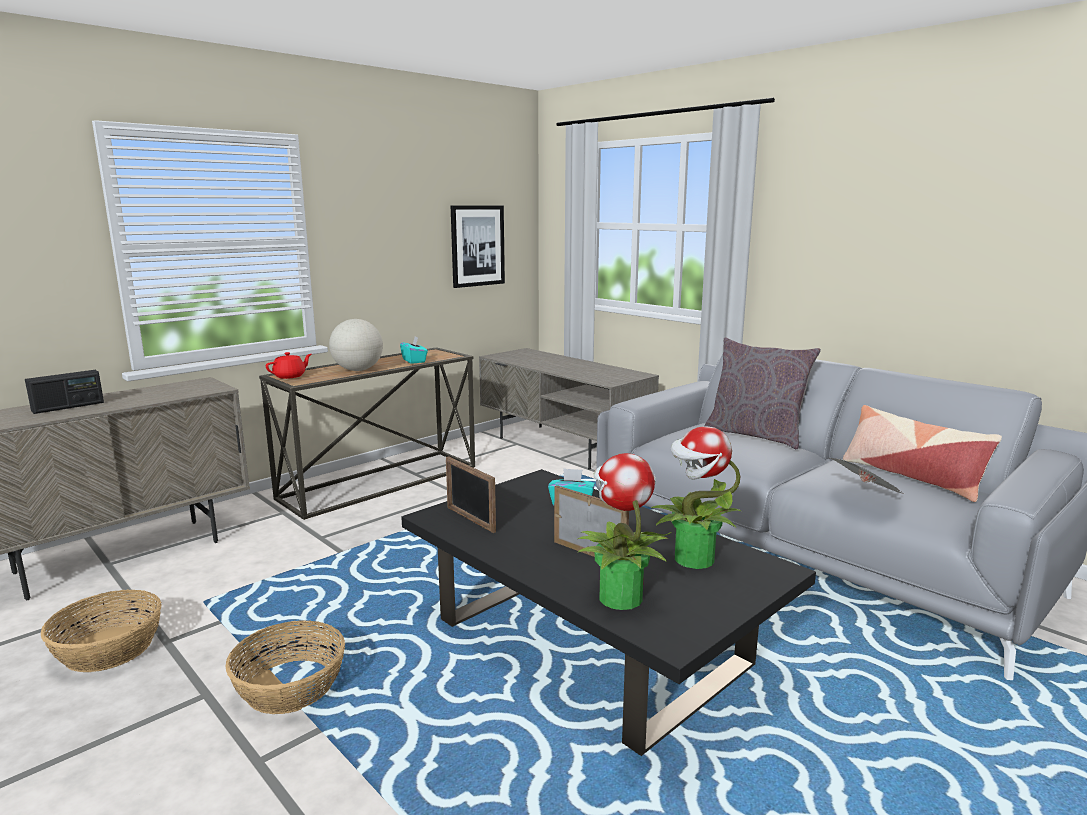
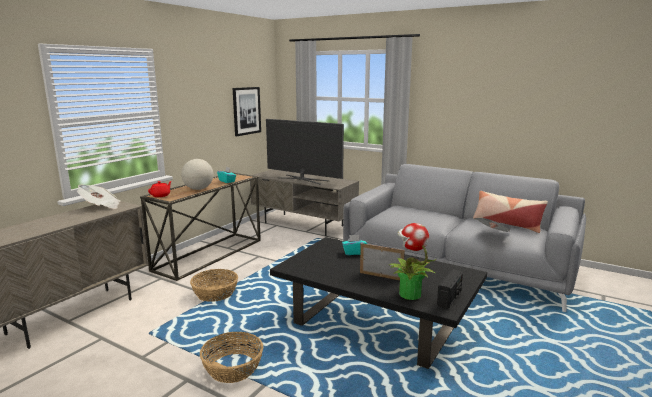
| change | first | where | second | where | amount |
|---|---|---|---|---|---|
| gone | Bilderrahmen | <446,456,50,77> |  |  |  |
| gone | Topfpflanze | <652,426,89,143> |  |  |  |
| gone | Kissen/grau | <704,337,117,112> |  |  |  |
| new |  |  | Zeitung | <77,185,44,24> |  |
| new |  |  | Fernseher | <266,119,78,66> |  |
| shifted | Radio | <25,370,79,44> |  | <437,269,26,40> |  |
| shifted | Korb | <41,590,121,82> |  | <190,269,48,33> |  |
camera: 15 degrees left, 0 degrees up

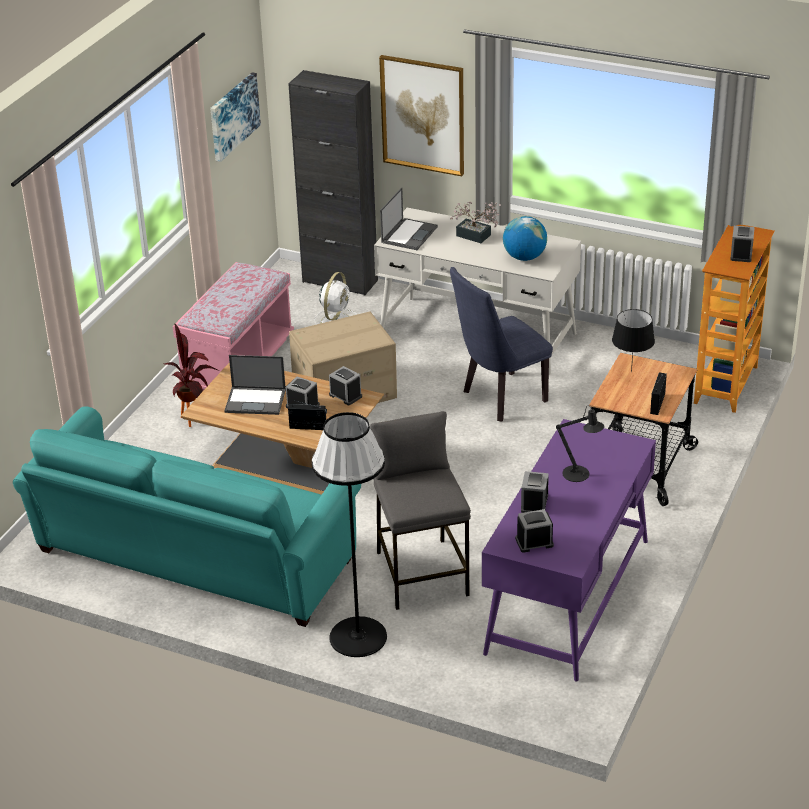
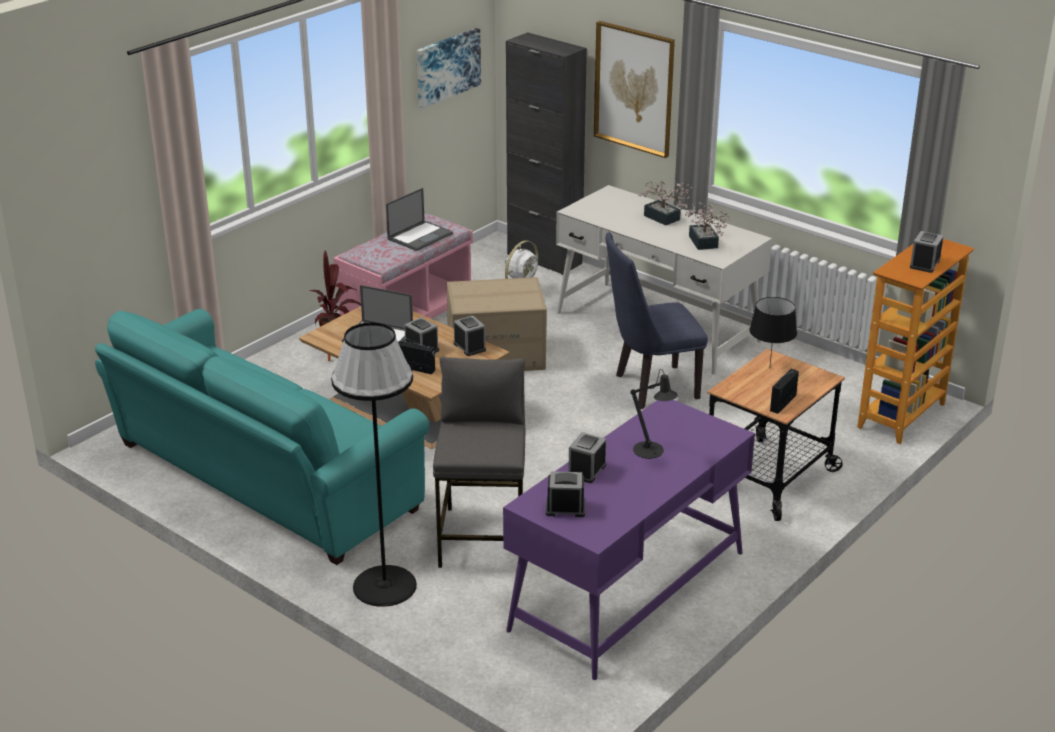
| change | first | where | second | where | amount |
|---|---|---|---|---|---|
| shifted | Laptop | <380,187,58,63> |  | <386,188,67,63> |  |
| swapped | Globus | <503,216,44,45> | Topfpflanze | <685,202,45,48> |  |
camera: 15 degrees right, 5 degrees down

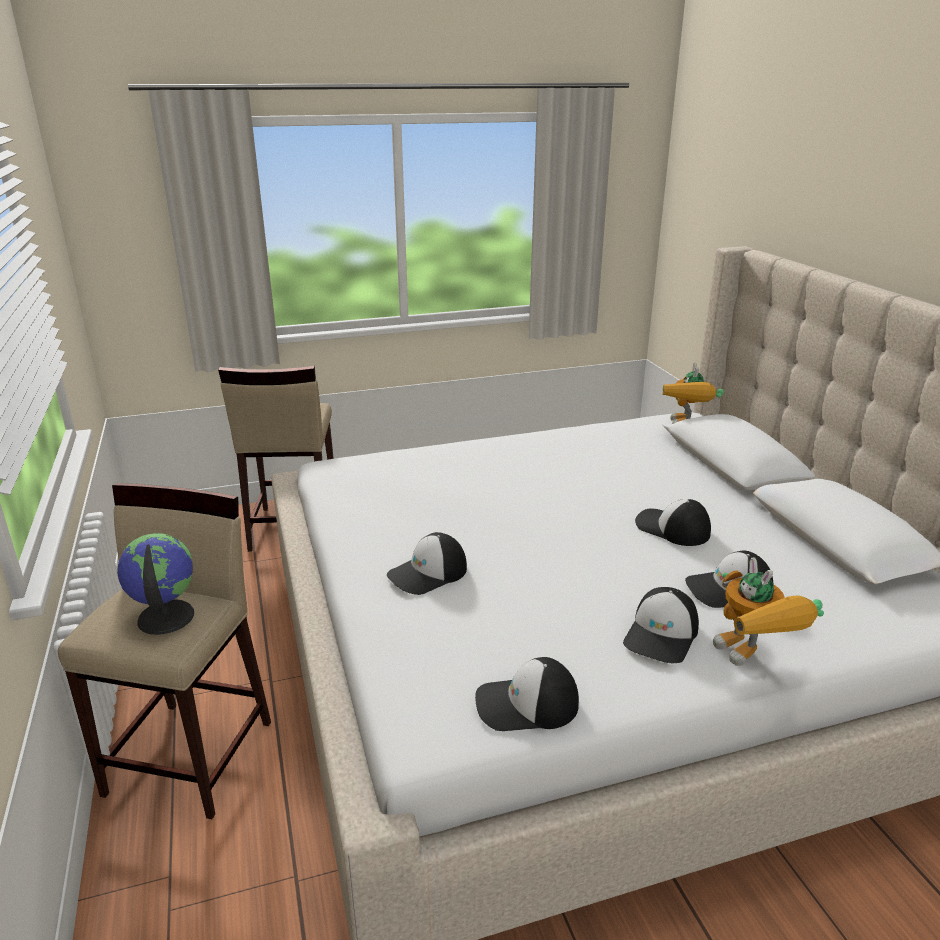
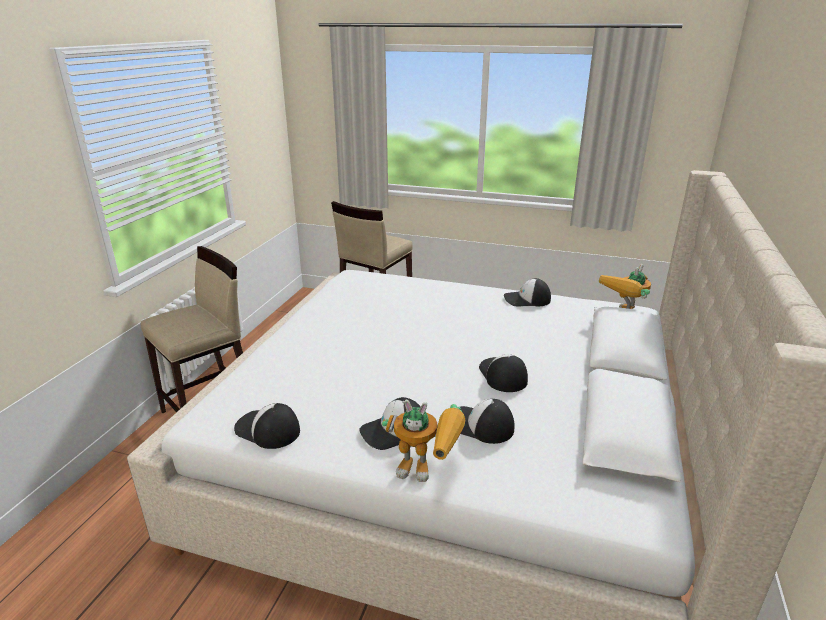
| change | first | where | second | where | amount |
|---|---|---|---|---|---|
| gone | Globus | <117,533,77,102> |  |  |  |
| shifted | Kappe | <387,532,80,63> |  | <504,278,47,28> |  |
| rotated | Spielzeugroboter | <713,557,111,109> |  | <382,400,83,82> | 90 degrees counterclockwise |
camera: 35 degrees right, 0 degrees up

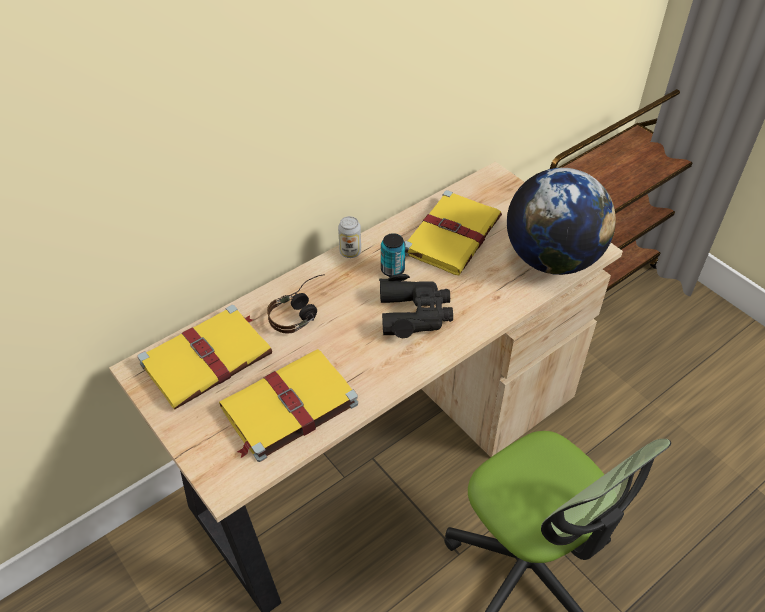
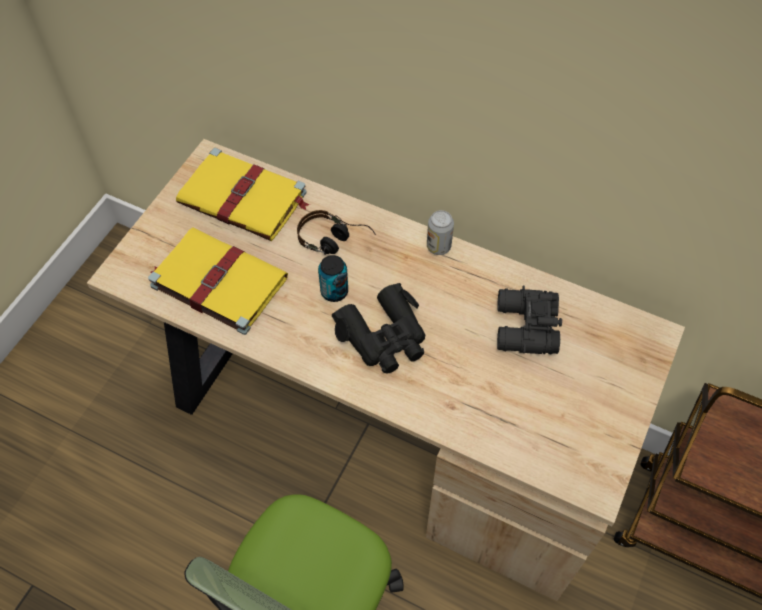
| change | first | where | second | where | amount |
|---|---|---|---|---|---|
| gone | Globus | <507,168,109,107> |  |  |  |
| shifted | Dose | <381,233,25,44> |  | <318,255,30,47> |  |
| swapped | Buch/gelb | <405,190,97,85> | Fernglas/schwarz | <497,286,65,68> |  |
camera: 65 degrees right, 10 degrees up

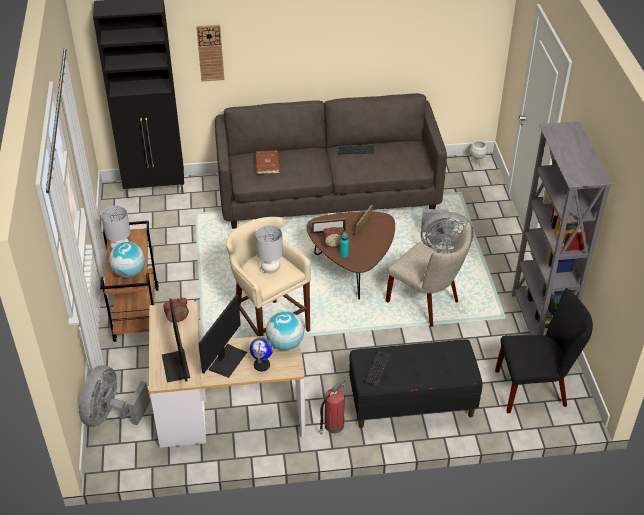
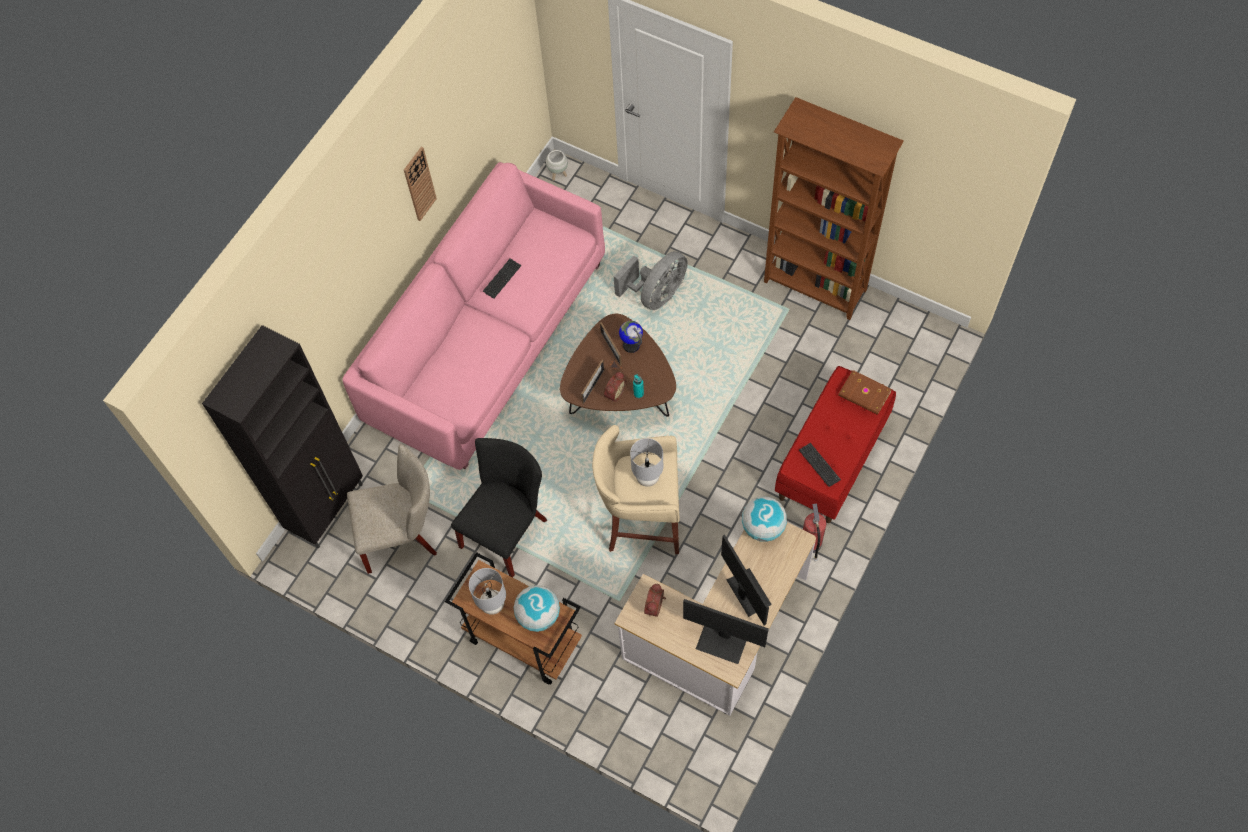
| change | first | where | second | where | amount |
|---|---|---|---|---|---|
| gone | Ventilator/grau | <79,365,71,62> |  |  |  |
| shifted | Wanduhr | <196,25,28,57> |  | <404,146,33,75> |  |
| shifted | Globus | <250,337,23,34> |  | <619,321,24,32> |  |
| shifted | Buch/braun | <255,150,25,24> |  | <838,370,54,45> |  |
| shifted | Stuhl/beige | <386,222,85,105> |  | <347,444,90,130> |  |
| shifted | Stuhl/schwarz | <495,288,98,125> |  | <451,438,96,139> |  |
| repainted | Sofa/grau | <215,93,232,136> | Sofa/rosa | <343,162,262,308> |  |
| repainted | Bank/schwarz | <349,340,133,88> | Bank/rot | <775,366,121,157> |  |
| repainted | Bücherregal/grau | <512,121,101,214> | Bücherregal/braun | <764,97,140,223> |  |
camera: 50 degrees left, 20 degrees up

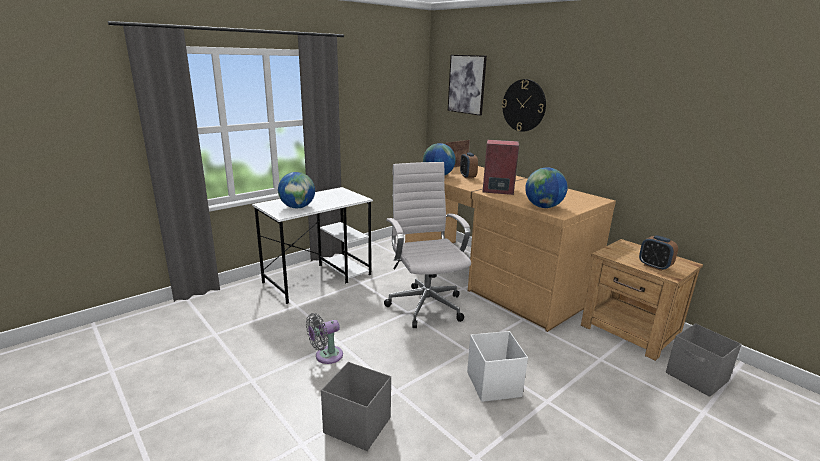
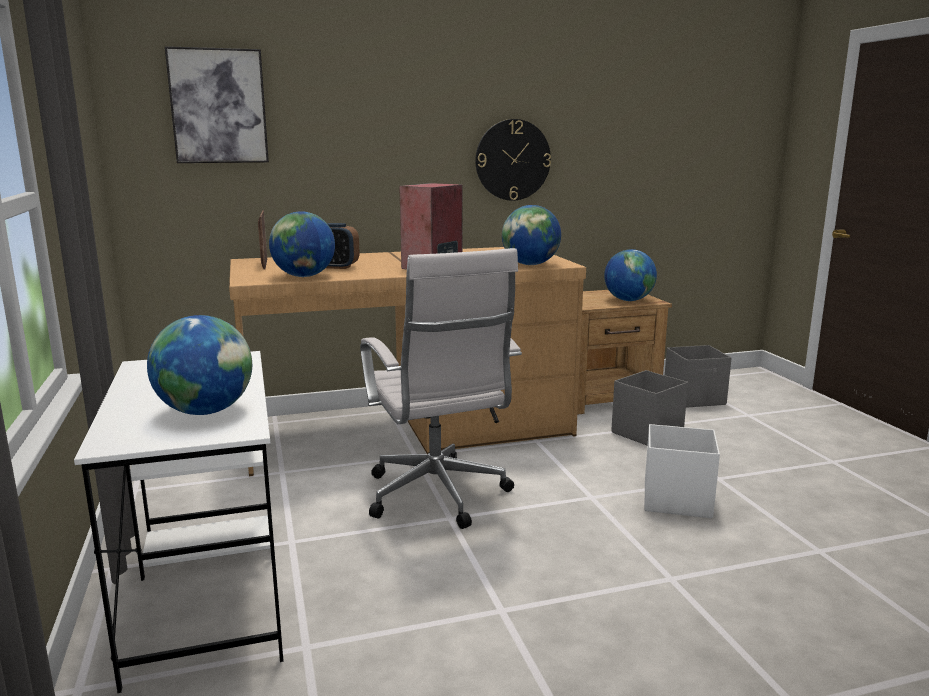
| change | first | where | second | where | amount |
|---|---|---|---|---|---|
| gone | Ventilator/grau | <306,313,37,51> |  |  |  |
| shifted | Aufbewahrungsbox/grau | <321,362,70,89> |  | <611,370,77,76> |  |
| shifted | Wanduhr | <502,79,44,53> |  | <475,119,76,82> |  |
| swapped | Wecker | <639,235,39,36> | Globus | <604,249,53,52> |  |
| rotated | Bürostuhl/weiß | <384,162,87,166> |  | <360,248,162,281> | 120 degrees counterclockwise |
camera: 65 degrees left, 5 degrees down

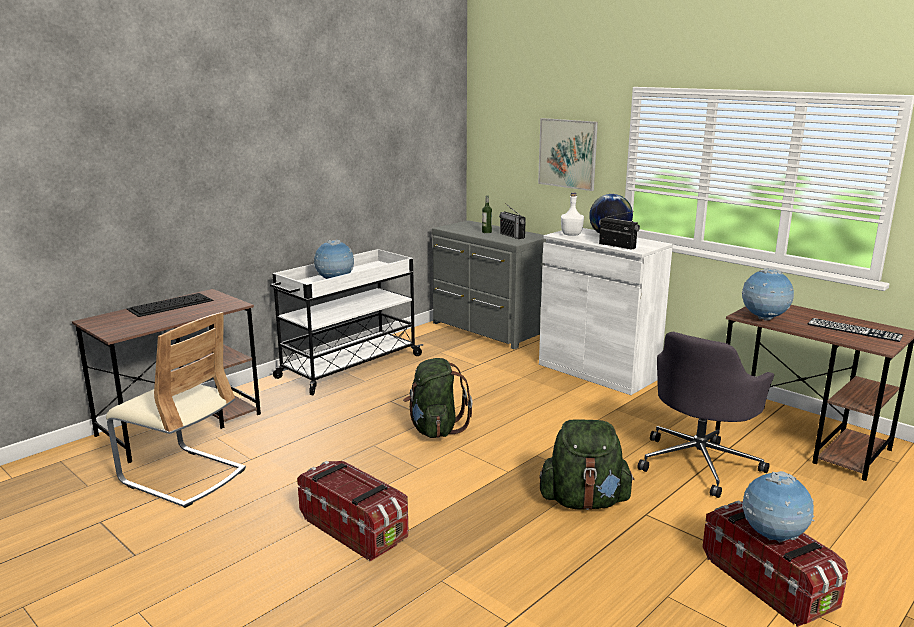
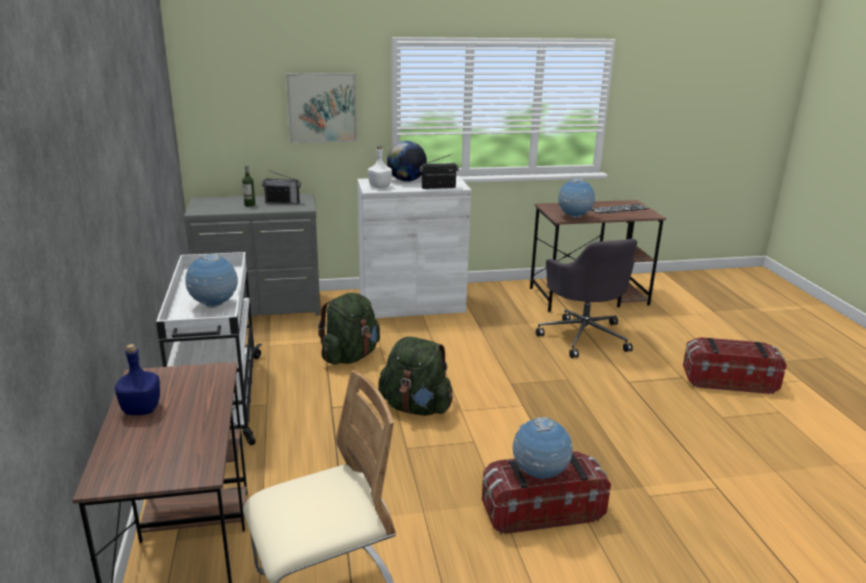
| change | first | where | second | where | amount |
|---|---|---|---|---|---|
| shifted | Rucksack/grün | <539,419,95,91> |  | <318,293,62,72> |  |
| shifted | Globus | <742,471,72,72> |  | <513,417,59,62> |  |
| swapped | Tastatur | <127,293,87,24> | Flasche/blau | <115,344,45,71> |  |
camera: 55 degrees left, 5 degrees up

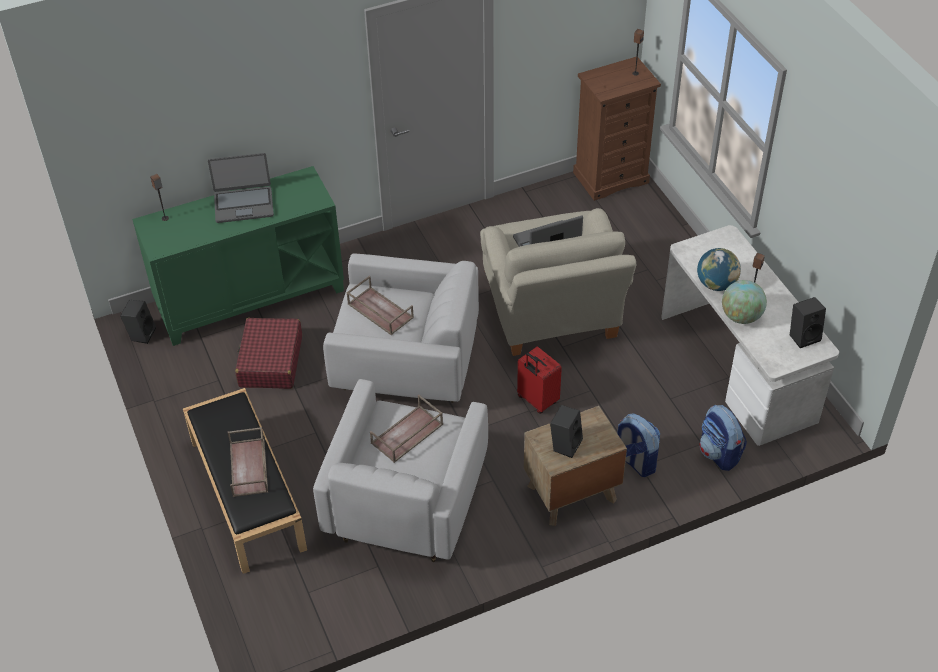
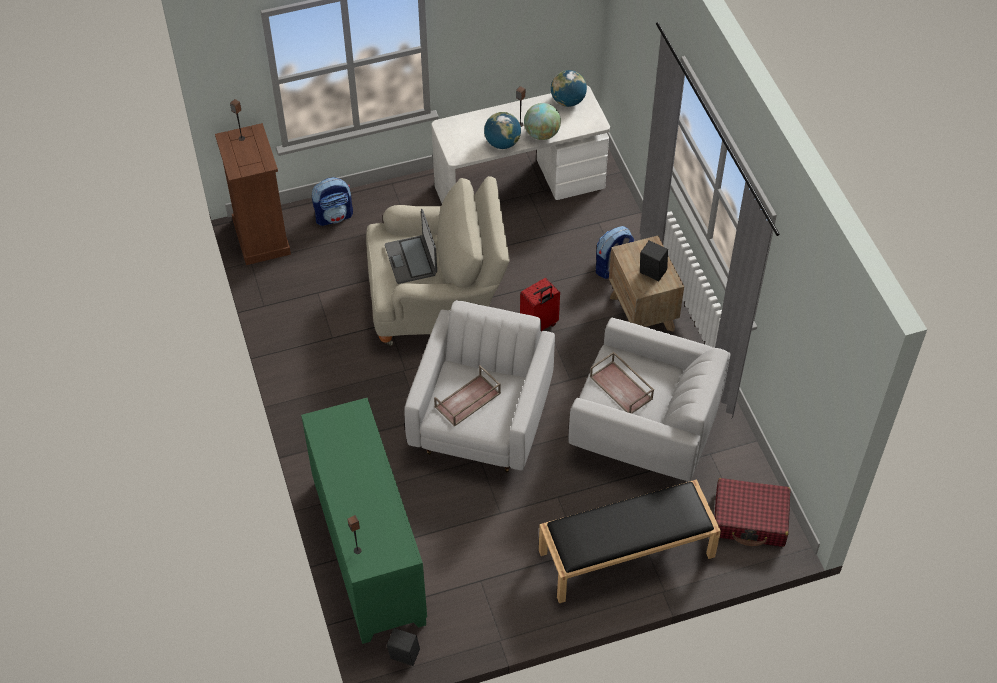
| change | first | where | second | where | amount |
|---|---|---|---|---|---|
| gone | Laptop | <208,153,66,70> |  |  |  |
| gone | Tablett/braun | <228,427,40,70> |  |  |  |
| shifted | Koffer/rot | <235,318,67,71> |  | <714,478,77,69> |  |
| shifted | Rucksack | <699,405,48,66> |  | <312,177,41,49> |  |
| swapped | Lautsprecher/schwarz | <790,297,36,51> | Globus | <551,70,36,37> |  |
camera: 85 degrees left, 5 degrees up

